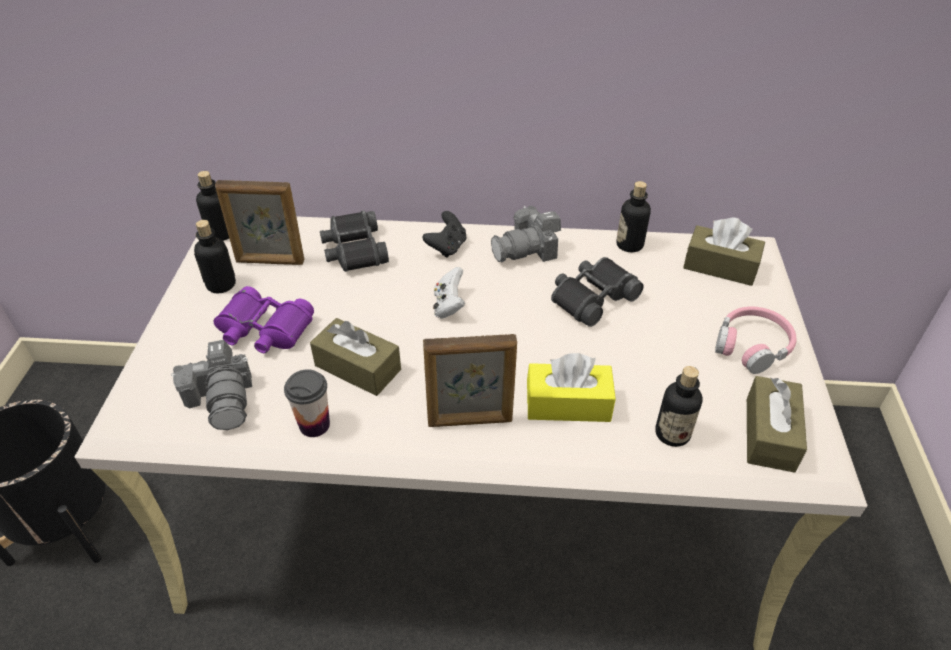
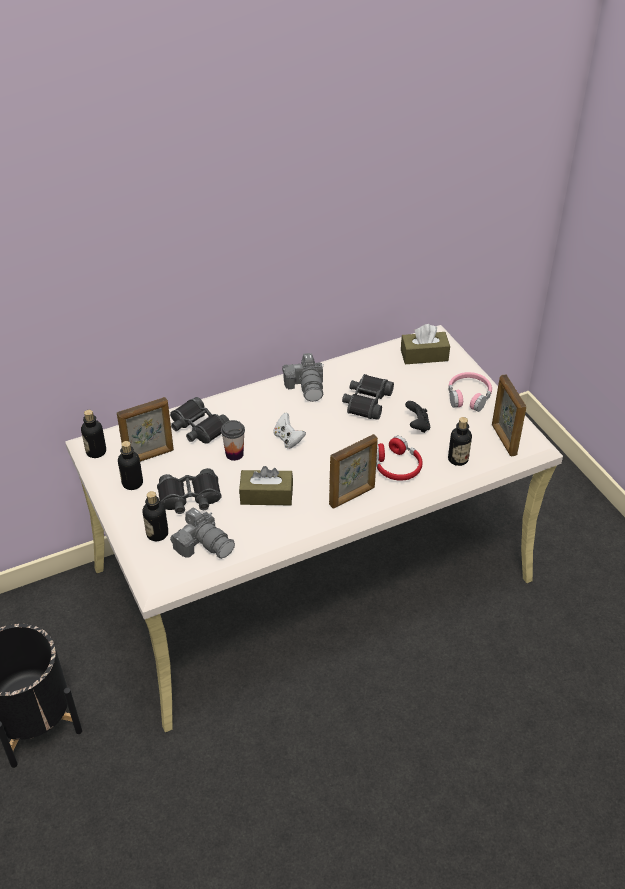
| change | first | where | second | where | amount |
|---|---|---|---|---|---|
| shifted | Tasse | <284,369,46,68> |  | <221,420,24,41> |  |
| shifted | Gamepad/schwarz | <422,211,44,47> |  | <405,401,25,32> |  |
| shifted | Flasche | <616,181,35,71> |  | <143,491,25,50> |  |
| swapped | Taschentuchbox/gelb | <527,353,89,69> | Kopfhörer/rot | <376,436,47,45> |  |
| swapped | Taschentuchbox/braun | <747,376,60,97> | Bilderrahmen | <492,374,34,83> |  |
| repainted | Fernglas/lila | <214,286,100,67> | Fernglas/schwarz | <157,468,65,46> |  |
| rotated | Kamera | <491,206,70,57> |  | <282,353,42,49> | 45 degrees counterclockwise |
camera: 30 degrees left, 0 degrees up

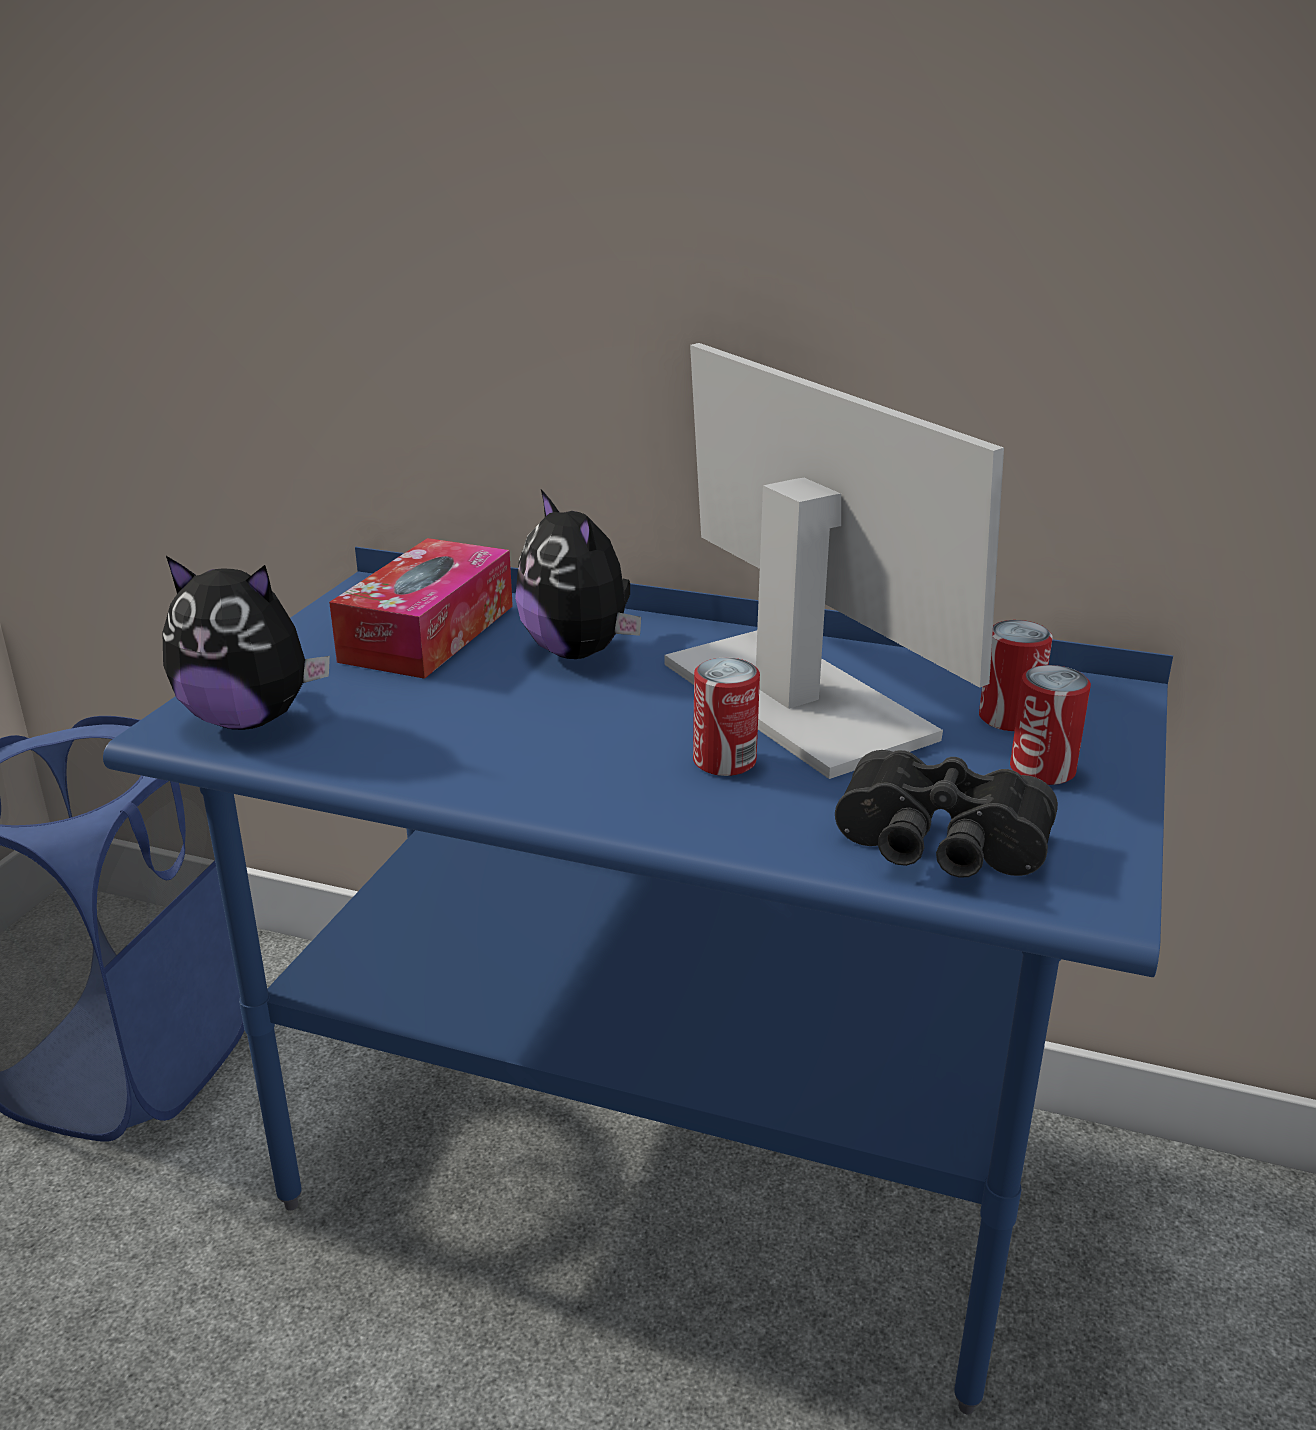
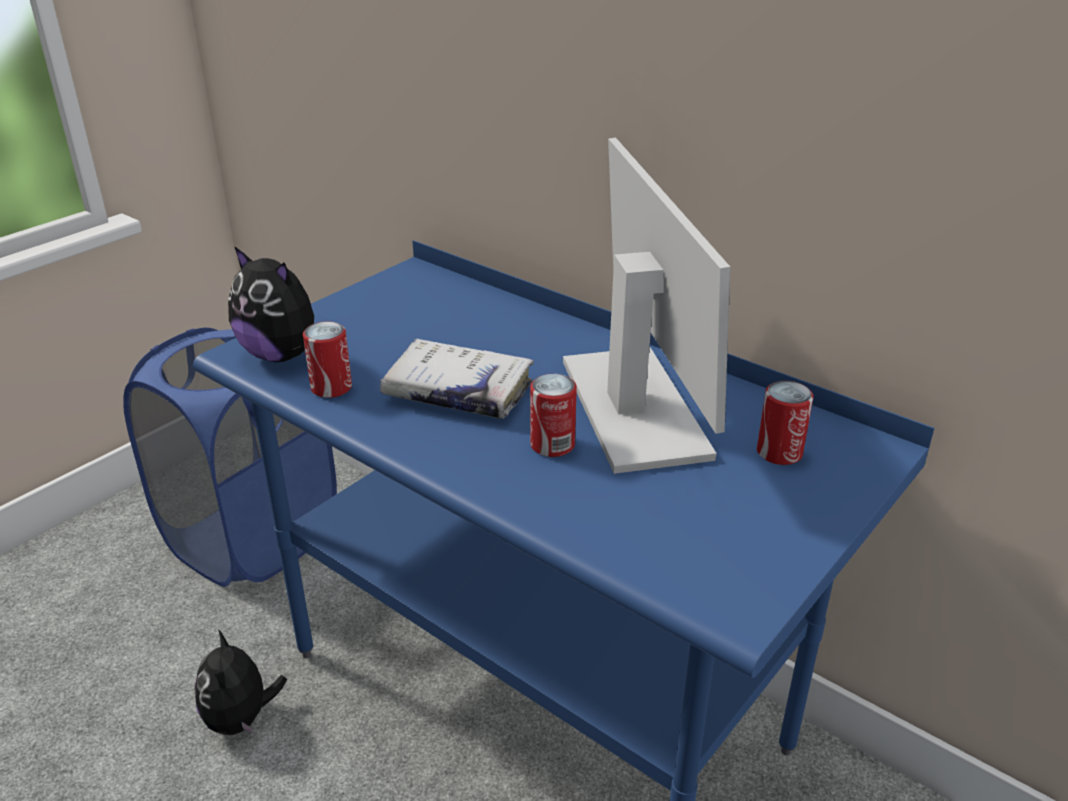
| change | first | where | second | where | amount |
|---|---|---|---|---|---|
| gone | Taschentuchbox | <329,538,184,141> |  |  |  |
| gone | Fernglas/schwarz | <835,750,223,128> |  |  |  |
| new |  |  | Buch/weiß | <379,339,155,80> |  |
| shifted | Plüschtier | <515,489,126,170> |  | <194,629,93,106> |  |
| shifted | Dose | <1010,665,81,120> |  | <303,321,49,77> |  |
camera: 20 degrees right, 5 degrees up

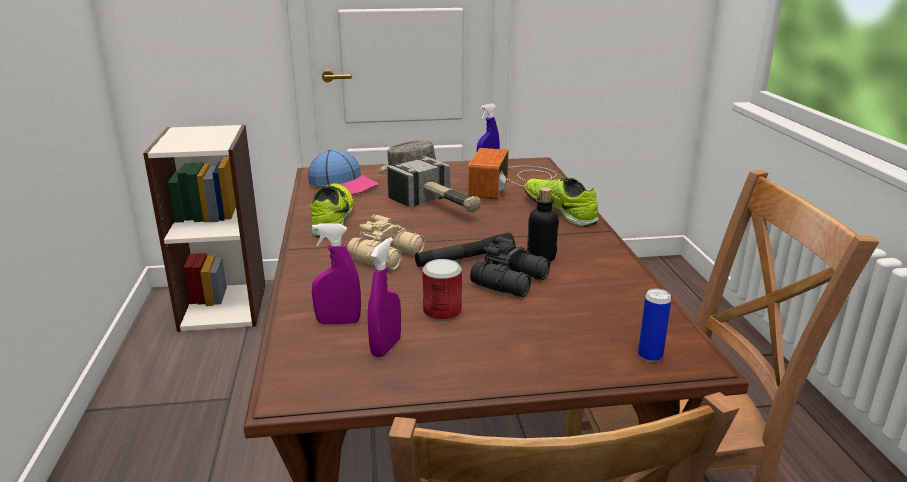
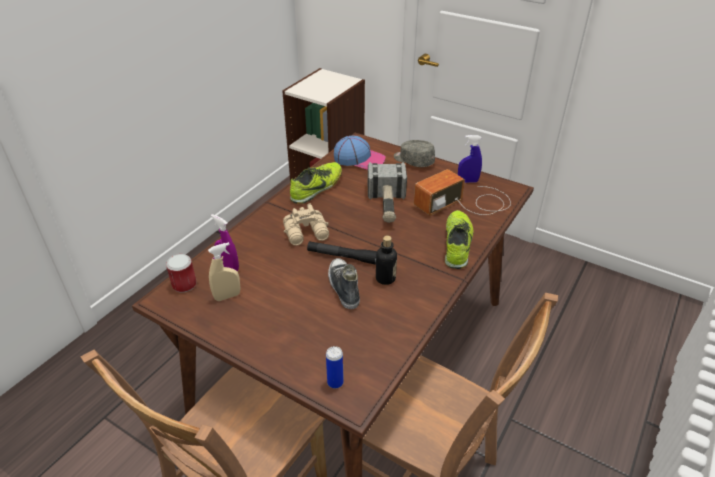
| change | first | where | second | where | amount |
|---|---|---|---|---|---|
| shifted | Dose | <422,259,40,62> |  | <166,254,31,39> |  |
| swapped | Fernglas/schwarz | <470,236,80,61> | Schuh | <328,258,32,51> |  |
| repainted | Sprühflasche/lila | <367,237,34,121> | Sprühflasche/beige | <208,242,33,59> |  |
| rotated | Kappe | <308,149,70,46> |  | <334,135,52,35> | 60 degrees counterclockwise |
camera: 40 degrees right, 15 degrees up

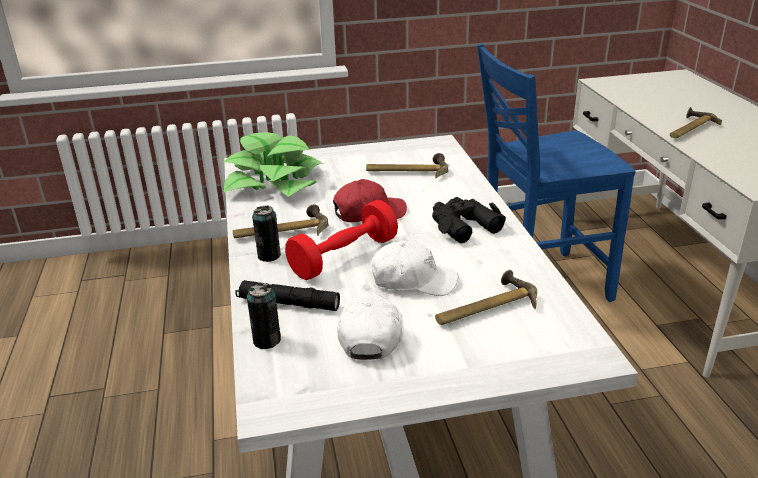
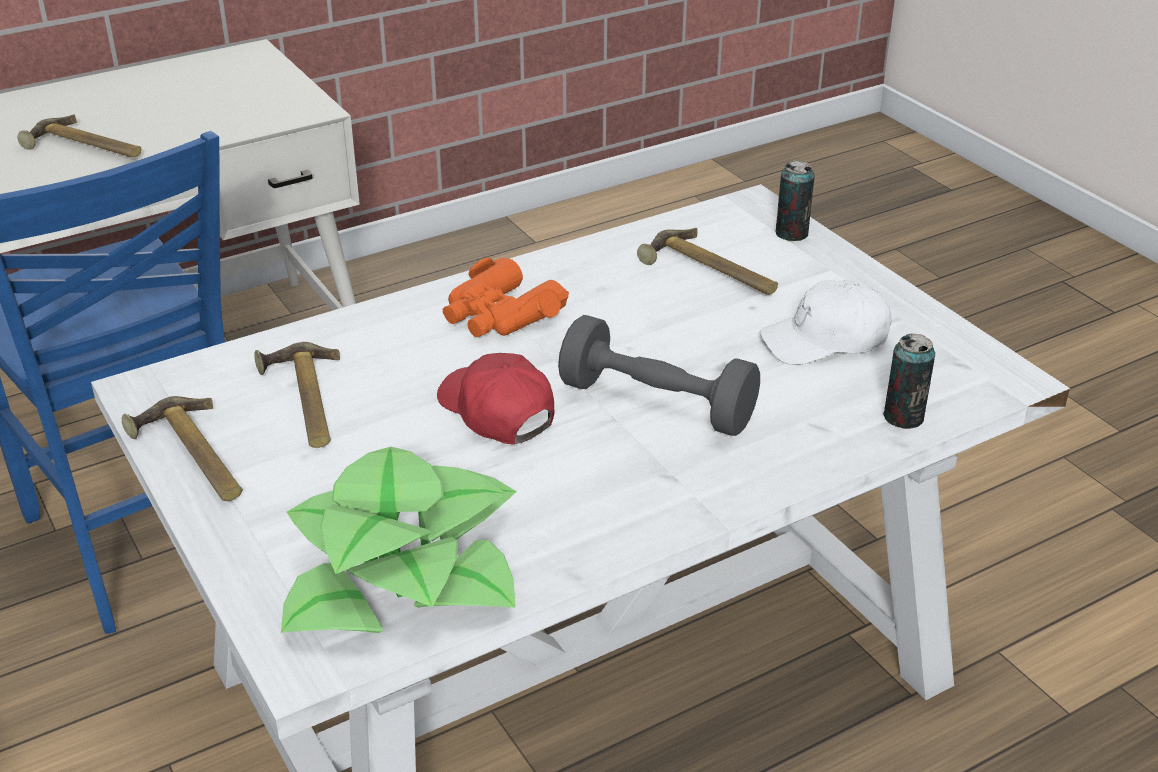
| change | first | where | second | where | amount |
|---|---|---|---|---|---|
| gone | Taschenlampe/schwarz | <235,280,105,31> |  |  |  |
| gone | Kappe/weiß | <372,240,86,56> |  |  |  |
| shifted | Hammer | <233,204,95,34> |  | <122,396,121,105> |  |
| shifted | Dose | <252,206,29,56> |  | <776,160,39,81> |  |
| repainted | Hantel/rot | <285,200,113,80> | Hantel/grau | <558,315,202,121> |  |
| repainted | Fernglas/schwarz | <432,197,74,46> | Fernglas/orange | <443,257,126,80> |  |
camera: 110 degrees left, 5 degrees up

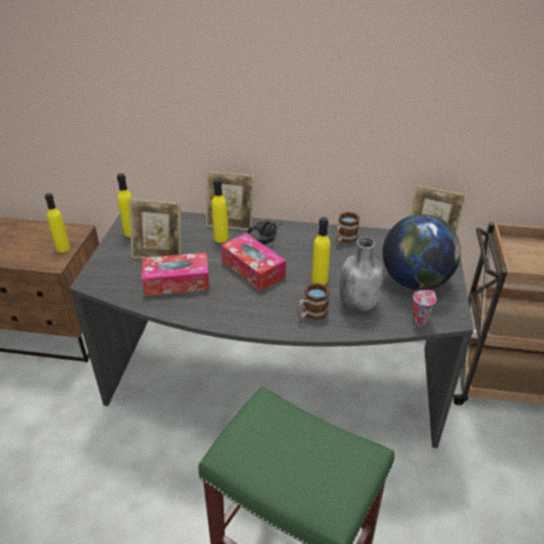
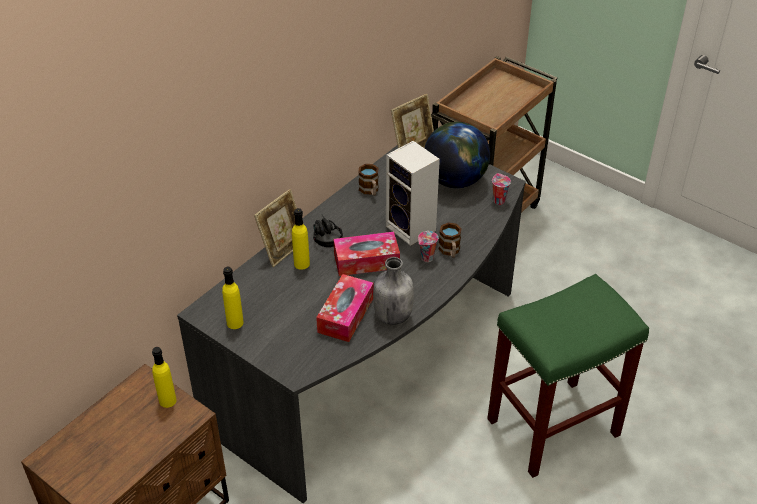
| change | first | where | second | where | amount |
|---|---|---|---|---|---|
| gone | Bilderrahmen | <129,199,52,60> |  |  |  |
| new |  |  | Tasse | <418,231,20,31> |  |
| shifted | Flasche/grau | <339,237,44,75> |  | <373,257,41,68> |  |
| swapped | Flasche/gelb | <312,217,18,68> | Lautsprecher | <386,141,54,105> |  |
camera: 60 degrees left, 5 degrees up

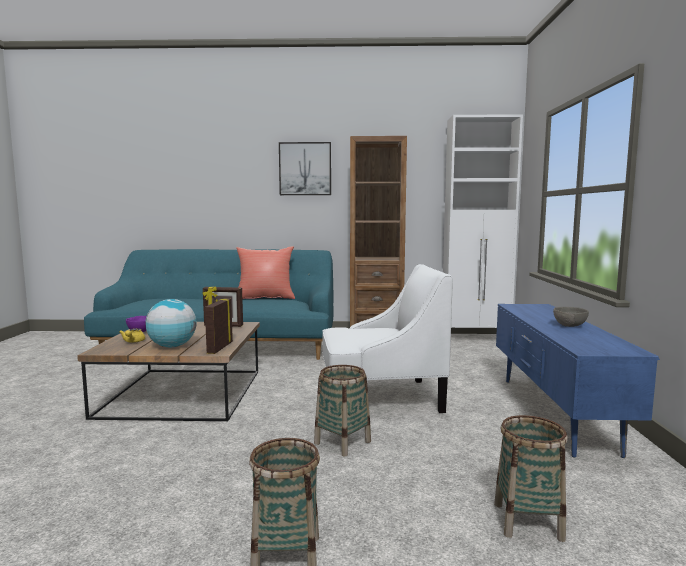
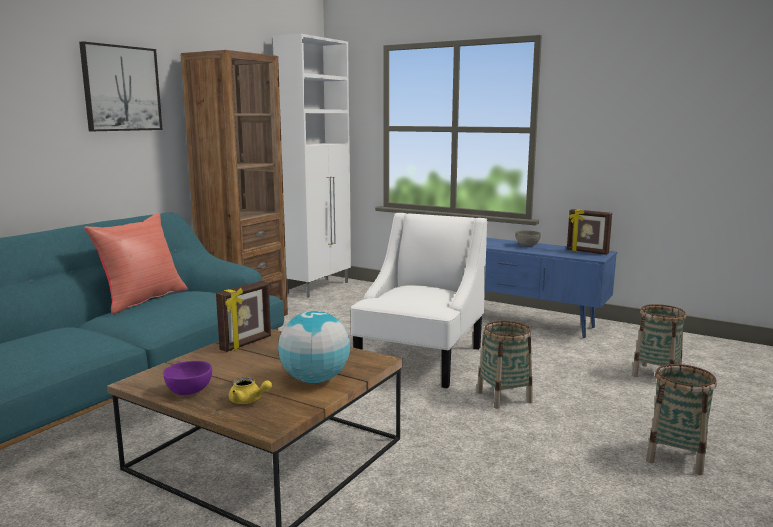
| change | first | where | second | where | amount |
|---|---|---|---|---|---|
| shifted | Bilderrahmen | <205,298,28,56> |  | <567,209,45,46> |  |
camera: 60 degrees left, 5 degrees up

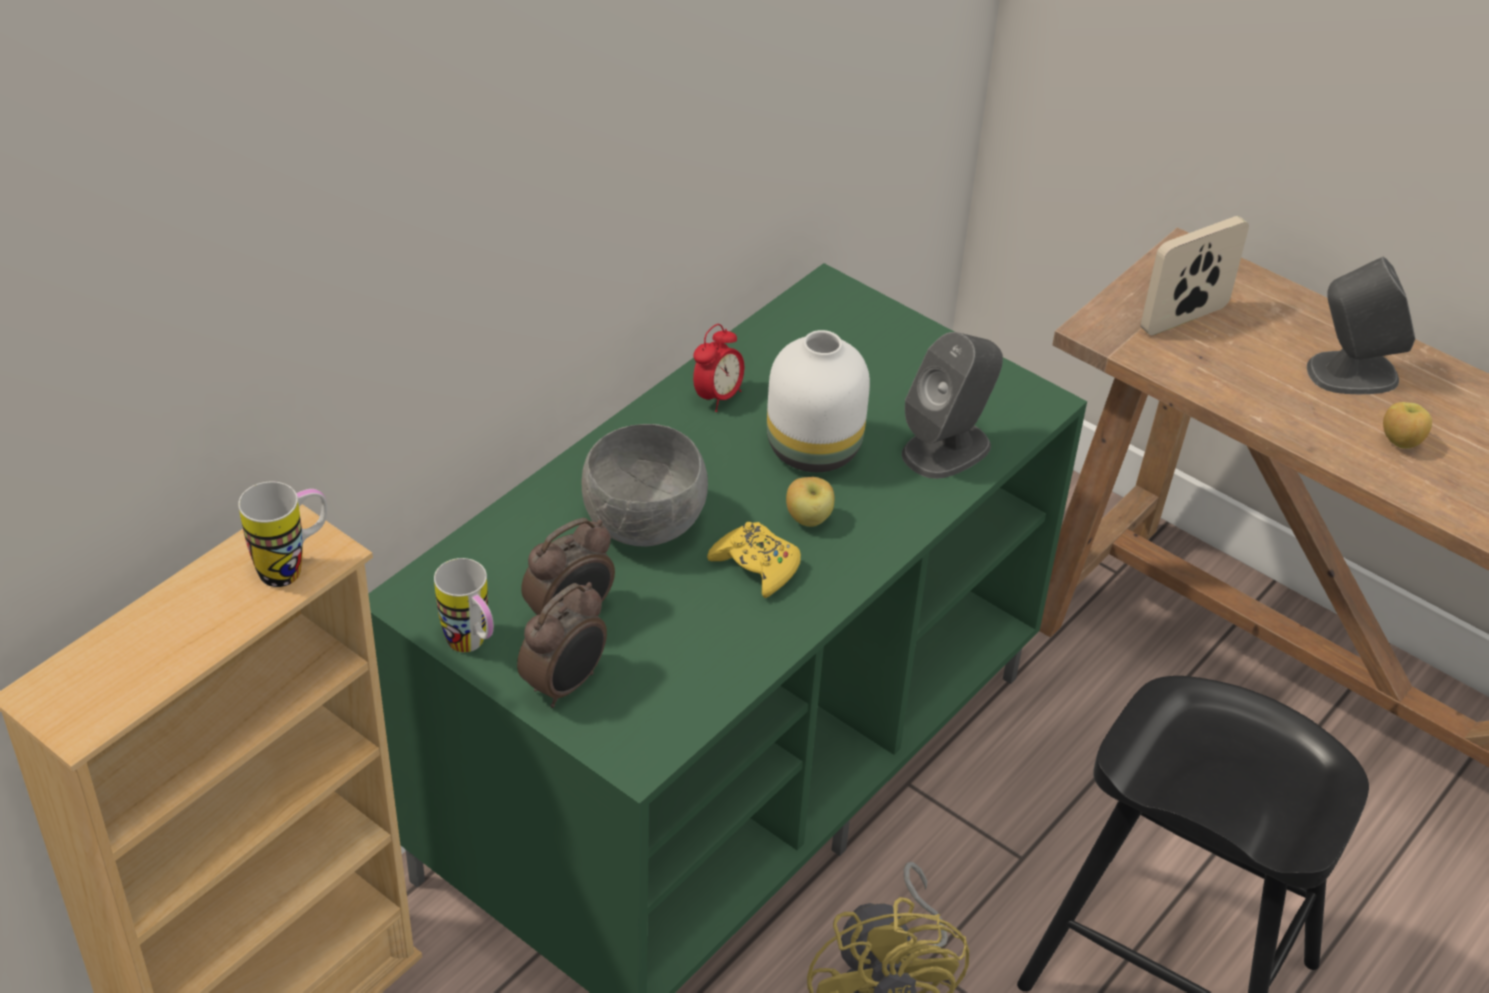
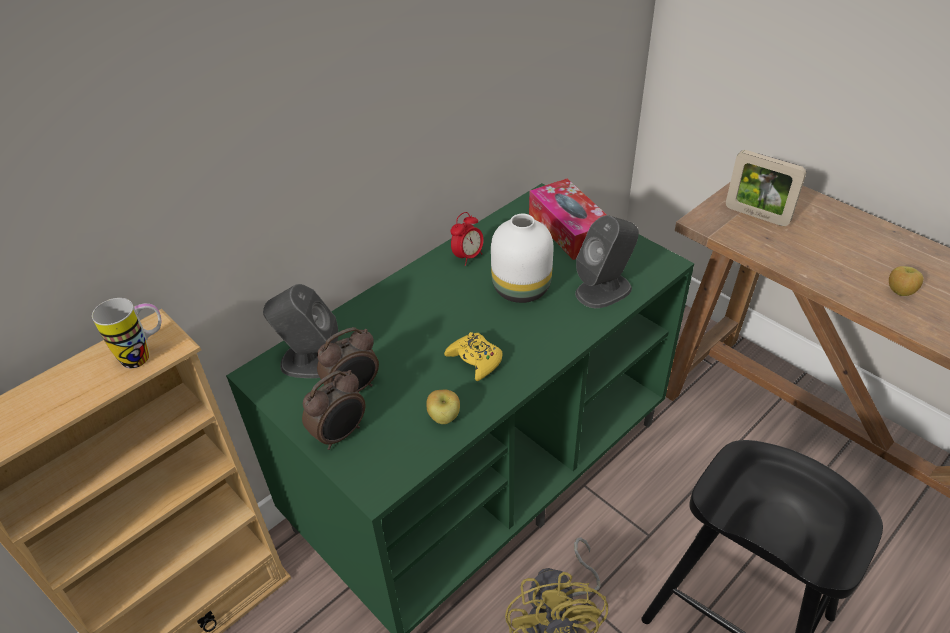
| change | first | where | second | where | amount |
|---|---|---|---|---|---|
| gone | Henkelbecher | <434,558,60,94> |  |  |  |
| gone | Schüssel/grau | <581,424,127,123> |  |  |  |
| new |  |  | Taschentuchbox | <529,179,78,81> |  |
| shifted | Apfel | <786,477,48,50> |  | <426,390,34,34> |  |
| shifted | Lautsprecher/grau | <1307,257,108,137> |  | <263,284,75,94> |  |
| rotated | Bilderrahmen | <1141,216,108,119> |  | <726,150,80,76> | 120 degrees counterclockwise |
camera: 10 degrees right, 0 degrees up

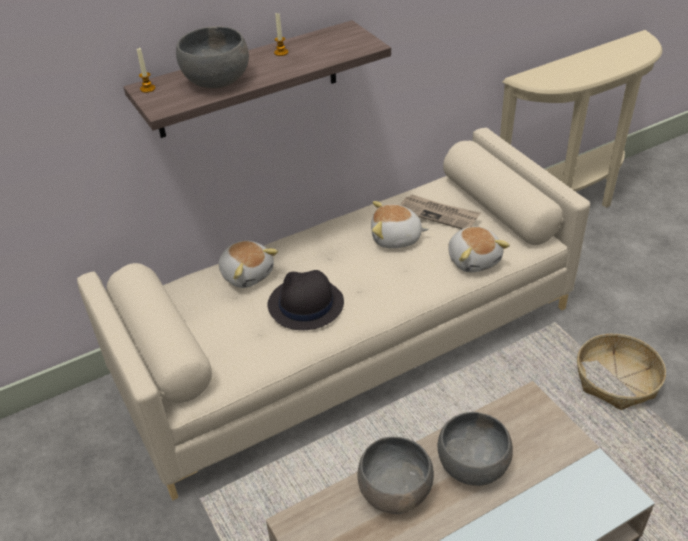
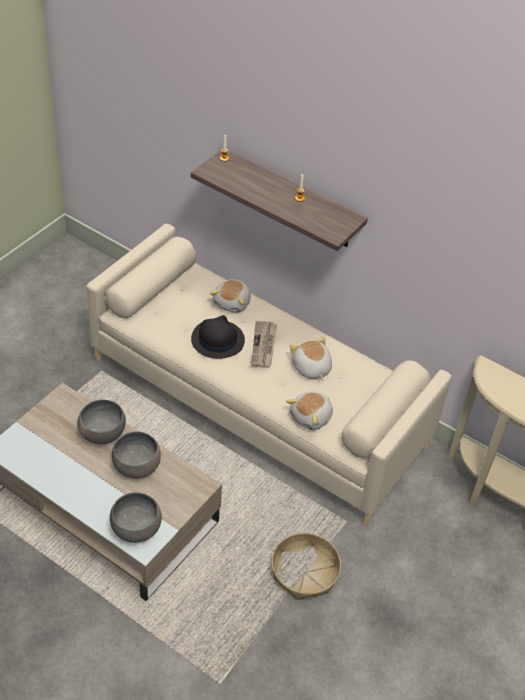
| change | first | where | second | where | amount |
|---|---|---|---|---|---|
| shifted | Schüssel/grau | <176,26,73,62> |  | <110,492,52,51> |  |
| shifted | Zeitung | <400,194,80,35> |  | <251,321,26,47> |  |
camera: 60 degrees right, 5 degrees up

